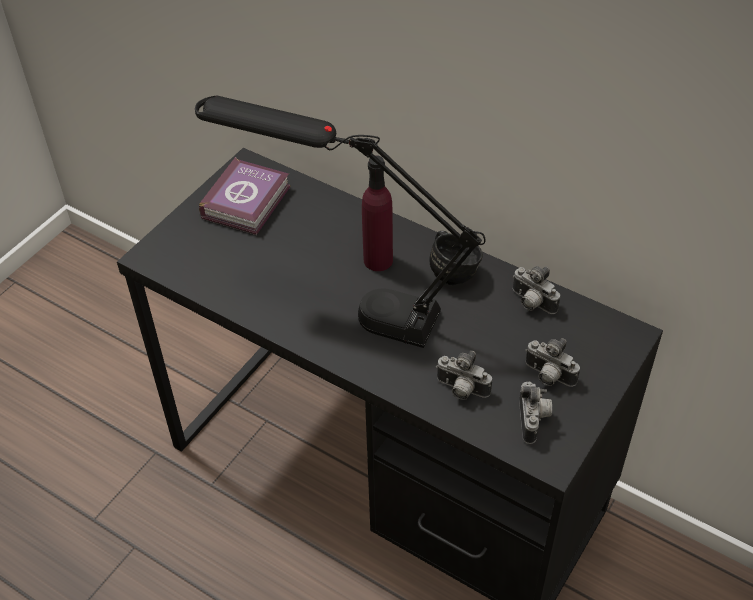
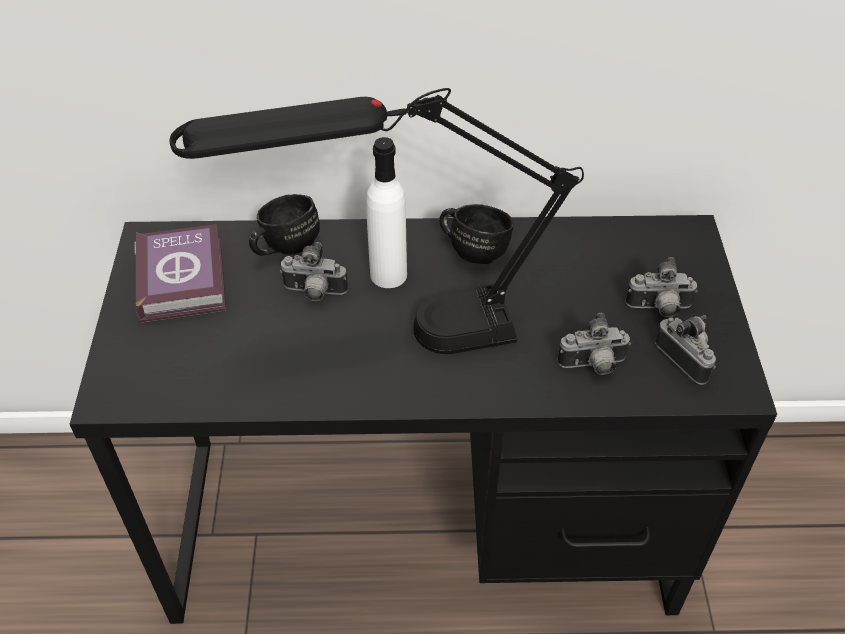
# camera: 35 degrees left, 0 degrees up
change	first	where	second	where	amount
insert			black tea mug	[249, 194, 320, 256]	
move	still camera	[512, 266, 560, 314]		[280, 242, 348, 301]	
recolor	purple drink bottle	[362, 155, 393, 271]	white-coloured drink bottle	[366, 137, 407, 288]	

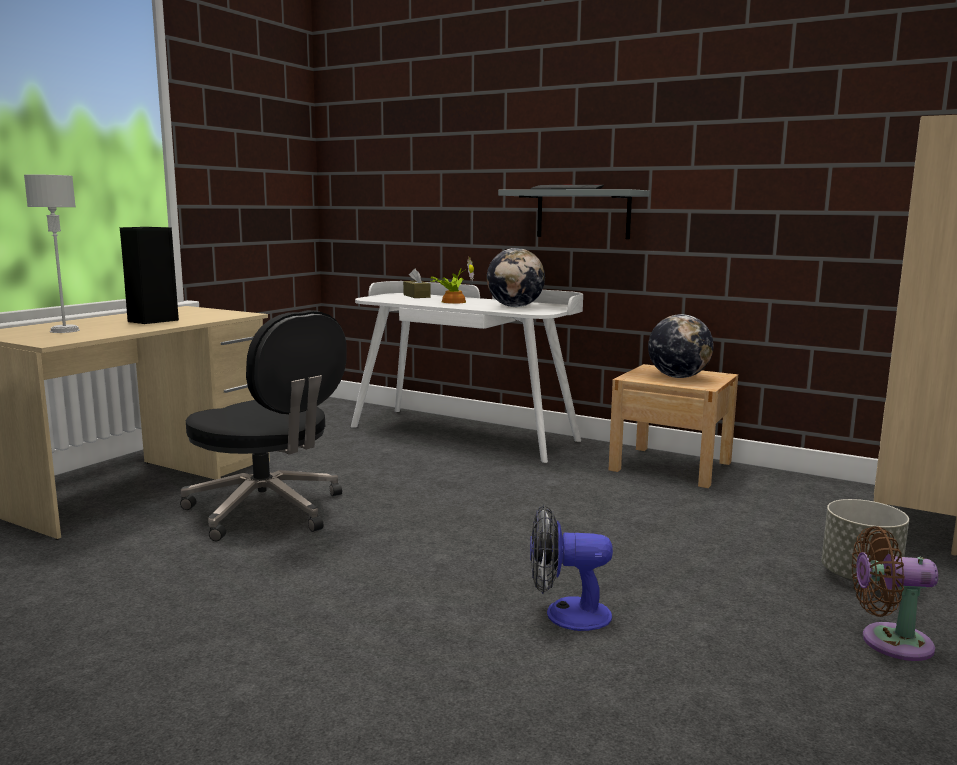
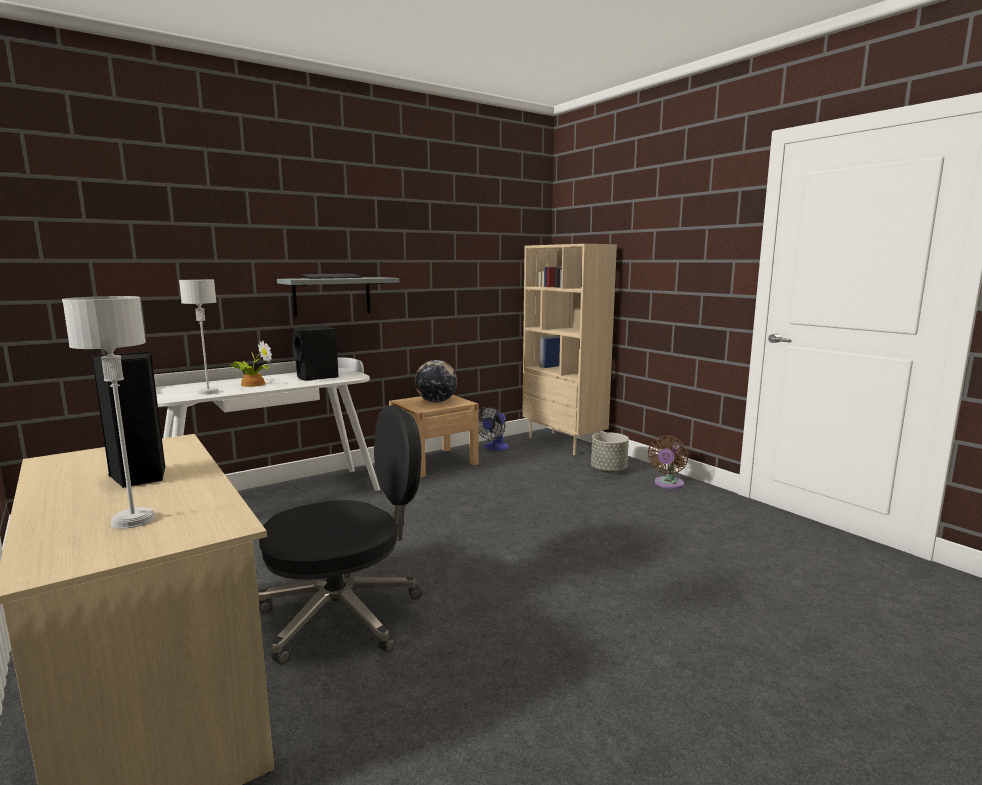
# camera: 65 degrees left, 0 degrees up
change	first	where	second	where	amount
delete	brown box of tissues	[403, 269, 431, 298]			
insert			greyish lamp for a table	[179, 279, 219, 395]	
move	fan	[530, 505, 613, 631]		[478, 407, 509, 451]	
replace	world globe	[487, 248, 545, 307]	black loudspeaker	[292, 326, 339, 381]	

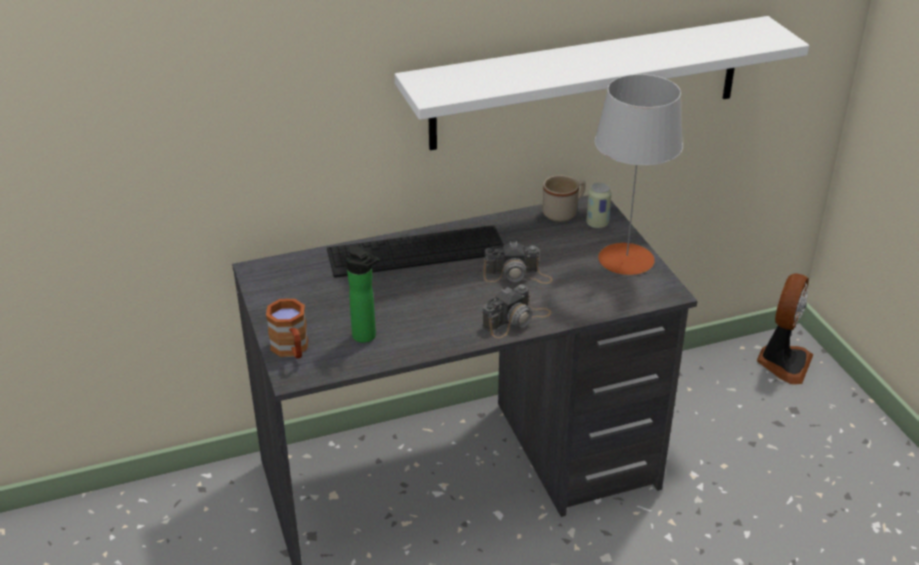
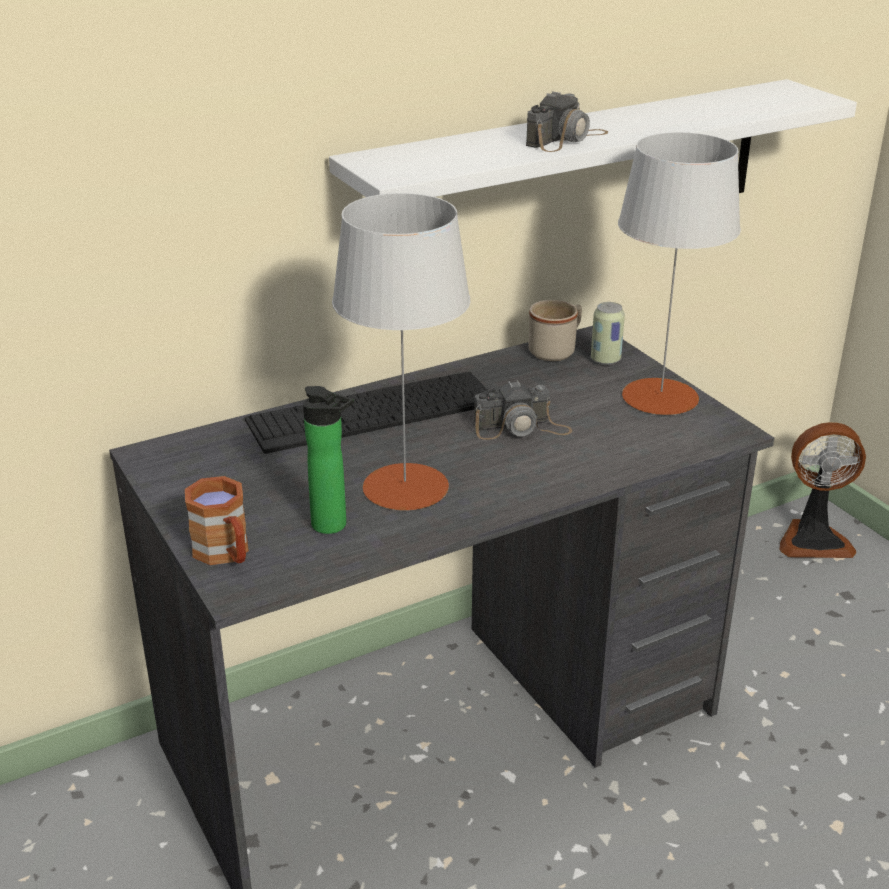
# camera: 10 degrees left, 5 degrees down
change	first	where	second	where	amount
insert			greyish lamp for a table	[332, 193, 470, 510]	
move	still camera	[482, 284, 551, 338]		[526, 91, 608, 152]	
rotate	fan	[757, 273, 813, 385]		[779, 422, 866, 558]	75 degrees clockwise

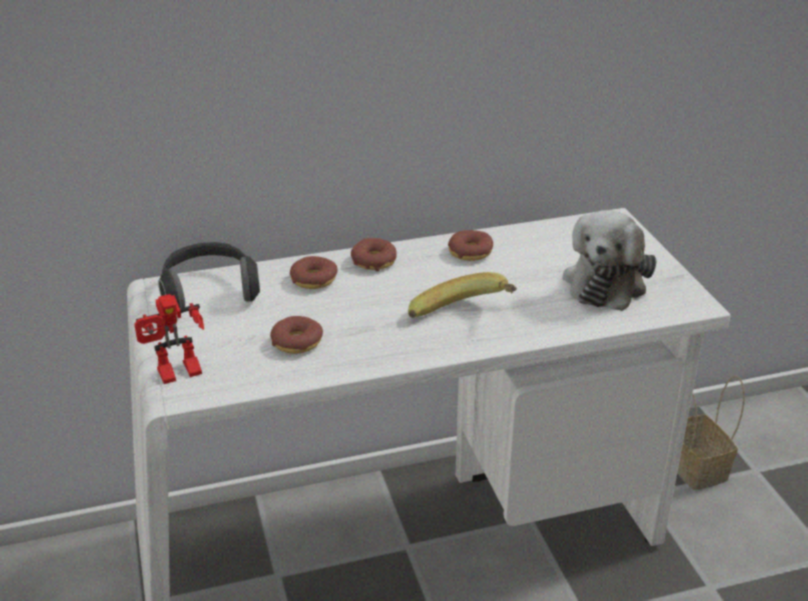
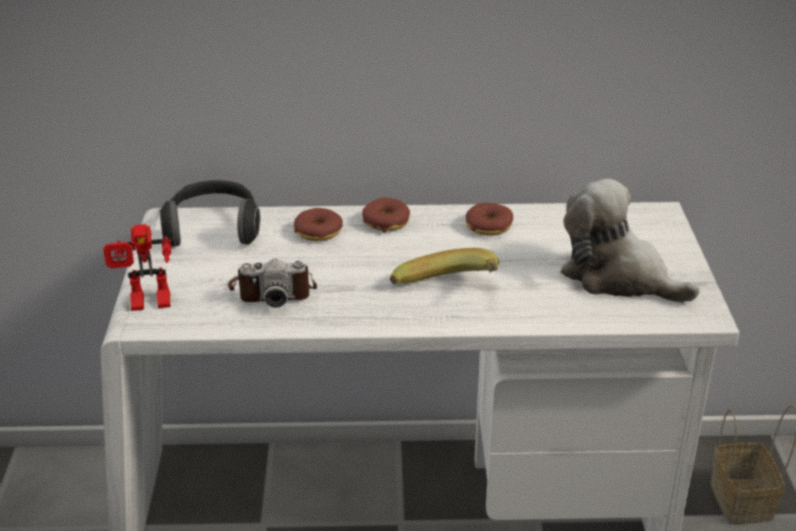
# camera: 15 degrees right, 0 degrees up
change	first	where	second	where	amount
replace	donut	[270, 316, 323, 354]	still camera	[228, 259, 317, 308]	
rotate	soft toy	[563, 210, 657, 311]		[560, 179, 700, 302]	90 degrees clockwise

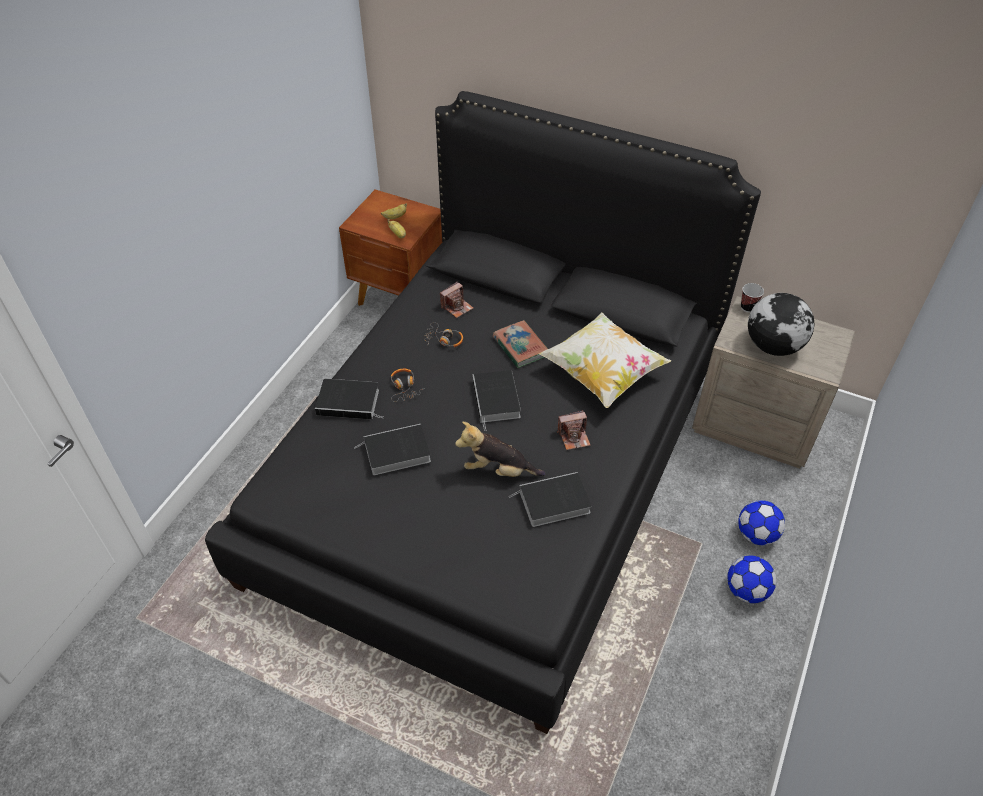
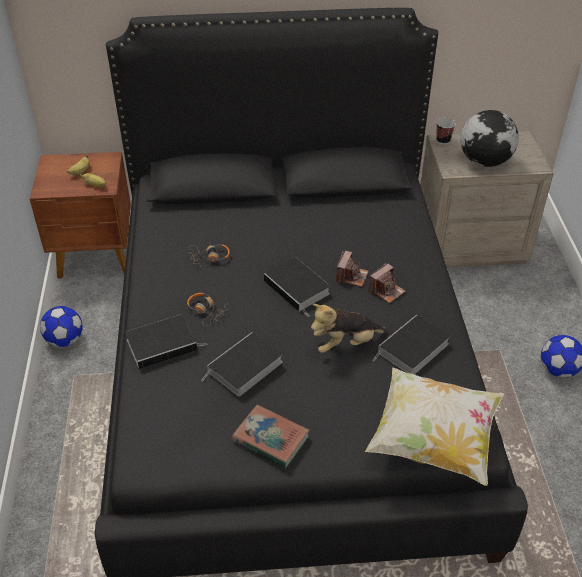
# camera: 30 degrees left, 5 degrees down
change	first	where	second	where	amount
move	still camera	[440, 282, 473, 318]		[336, 251, 369, 287]	
move	bound book	[493, 320, 548, 368]		[232, 404, 310, 468]	
move	cushion	[539, 313, 671, 408]		[365, 367, 504, 486]	
move	football	[738, 500, 785, 545]		[40, 306, 83, 347]	

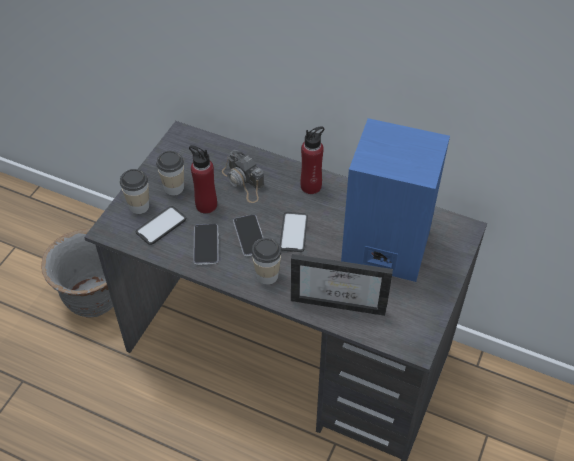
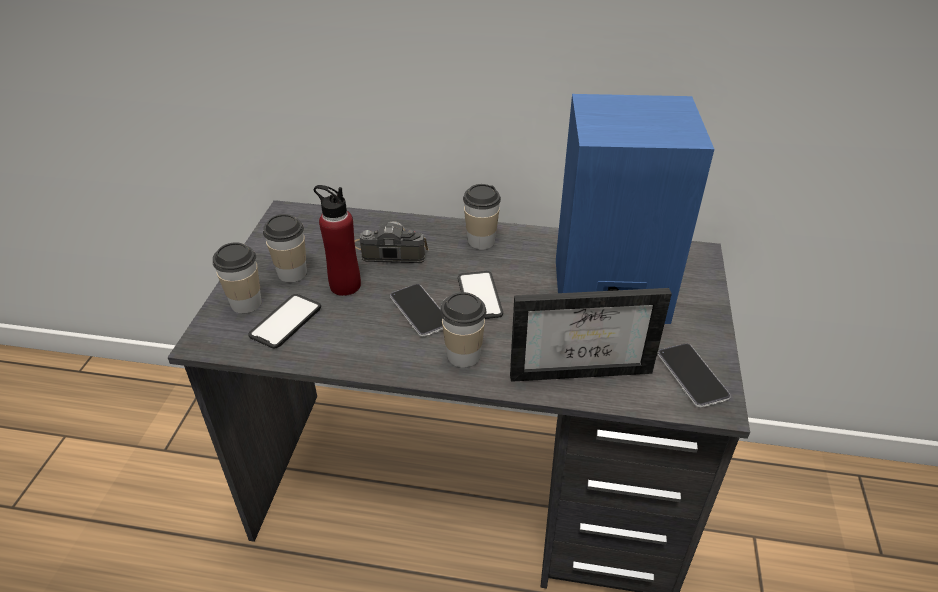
# camera: 15 degrees left, 10 degrees down
change	first	where	second	where	amount
delete	greyish flower pot	[41, 229, 113, 318]			
move	phone	[193, 224, 219, 265]		[657, 343, 731, 408]	
replace	red-coloured drink bottle	[300, 126, 325, 194]	small cup	[463, 184, 501, 249]	
rotate	still camera	[222, 150, 264, 203]		[354, 221, 428, 263]	150 degrees clockwise

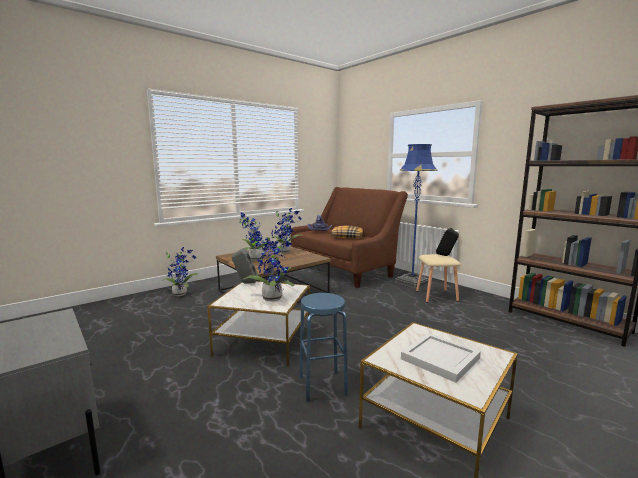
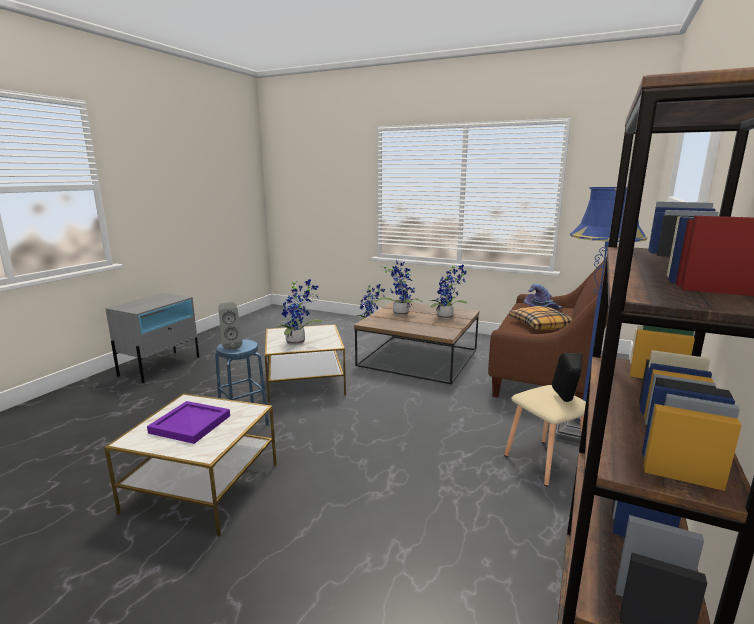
# camera: 65 degrees right, 5 degrees up
change	first	where	second	where	amount
move	greyish loudspeaker	[231, 248, 258, 284]		[218, 302, 243, 350]	
recolor	white-coloured serving tray	[401, 333, 481, 383]	purple serving tray	[147, 401, 230, 444]	

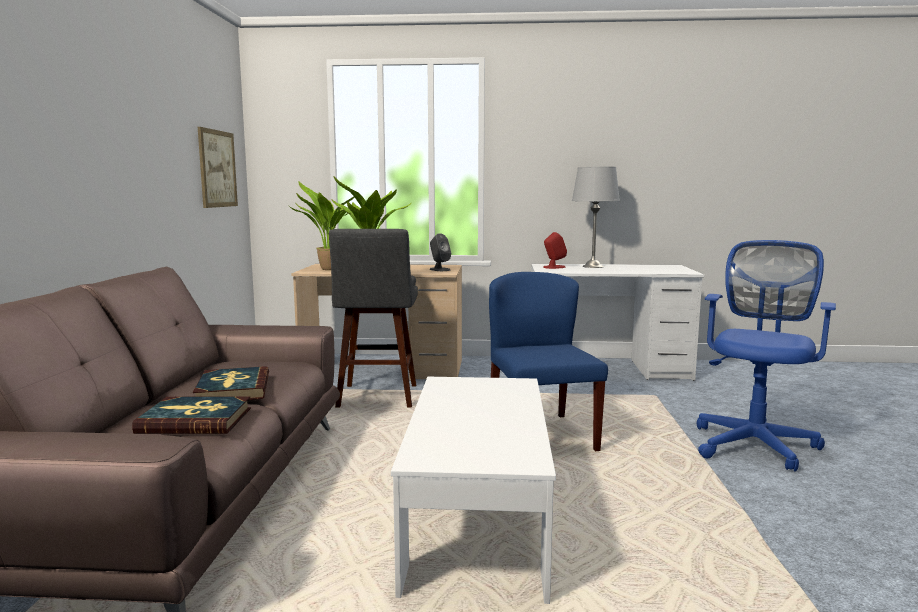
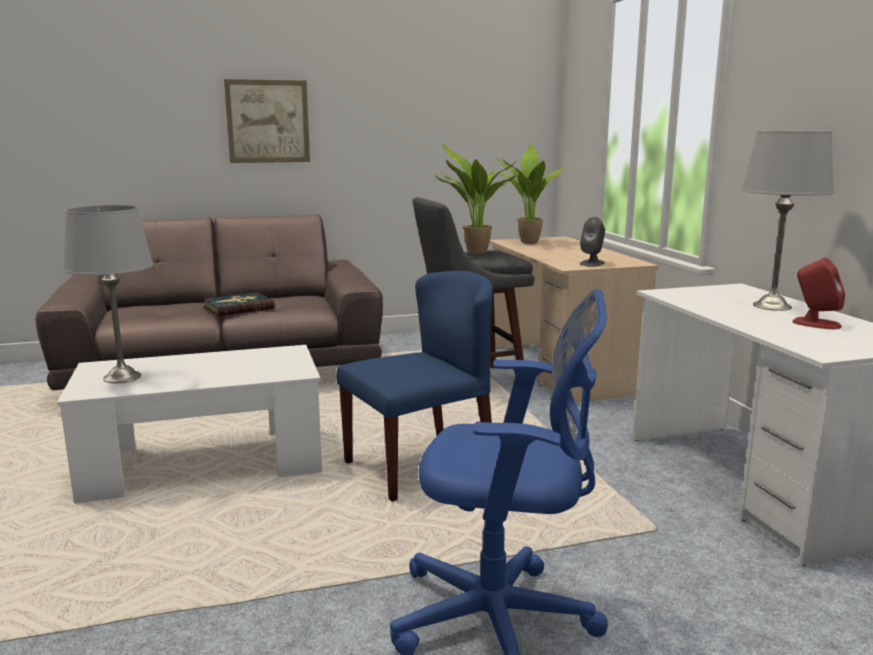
# camera: 70 degrees right, 5 degrees up
change	first	where	second	where	amount
delete	bound book	[132, 396, 251, 434]			
insert			greyish lamp for a table	[63, 205, 154, 383]	
move	wall picture	[198, 127, 238, 208]		[224, 79, 310, 163]	
move	red-coloured loudspeaker	[543, 232, 567, 269]		[792, 258, 845, 329]	

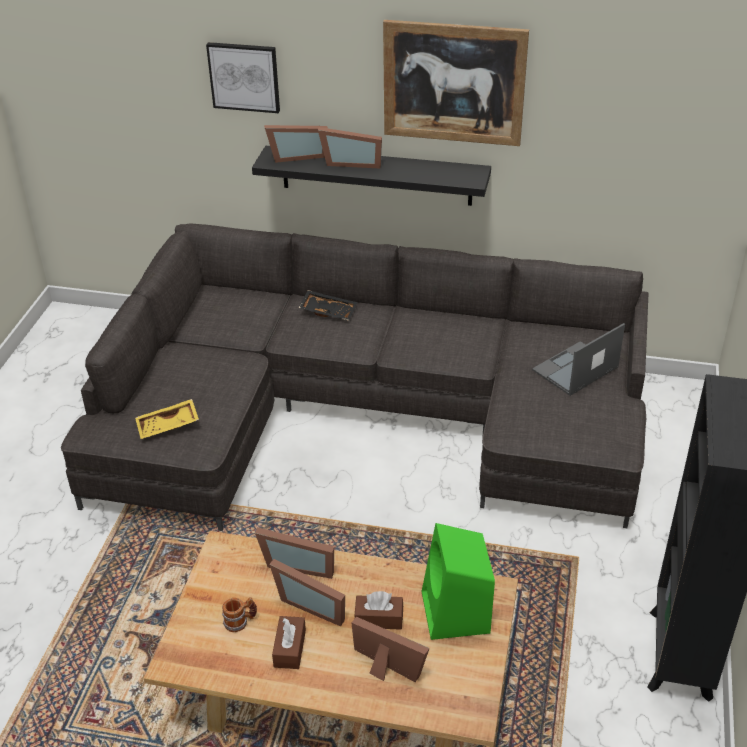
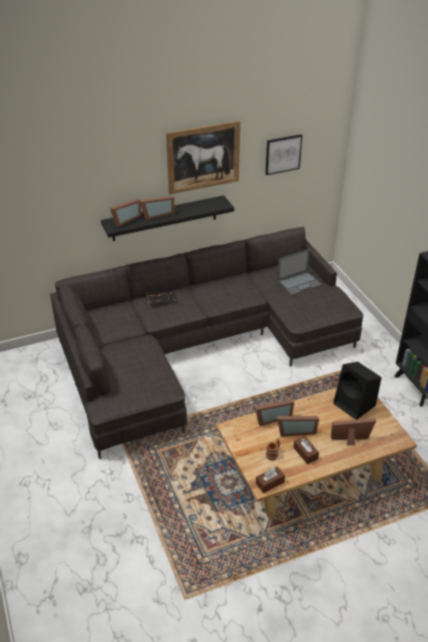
# camera: 35 degrees left, 0 degrees up
change	first	where	second	where	amount
delete	yellowish serving tray	[135, 399, 199, 439]			
move	wall picture	[206, 42, 280, 113]		[265, 134, 302, 175]	
move	brown box of tissues	[355, 591, 403, 630]		[256, 467, 285, 493]	
recolor	green loudspeaker	[422, 523, 495, 640]	black loudspeaker	[333, 362, 381, 420]	
rotate	laptop	[532, 323, 625, 396]		[277, 249, 322, 296]	135 degrees counterclockwise

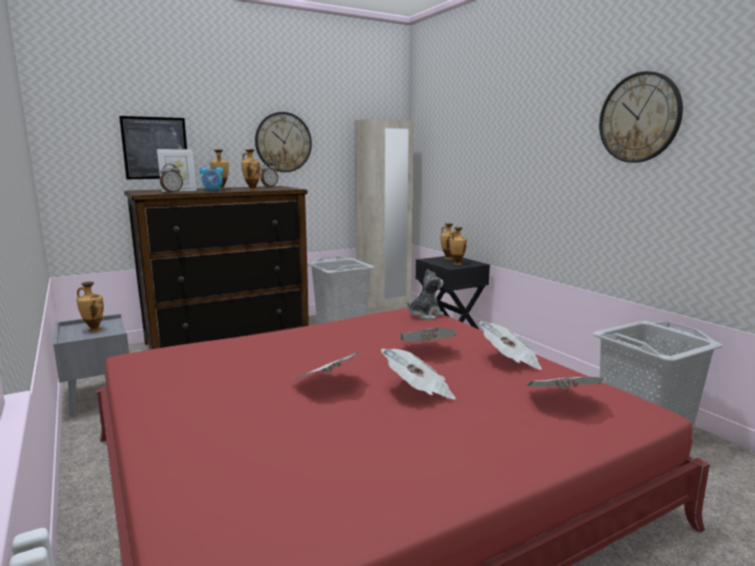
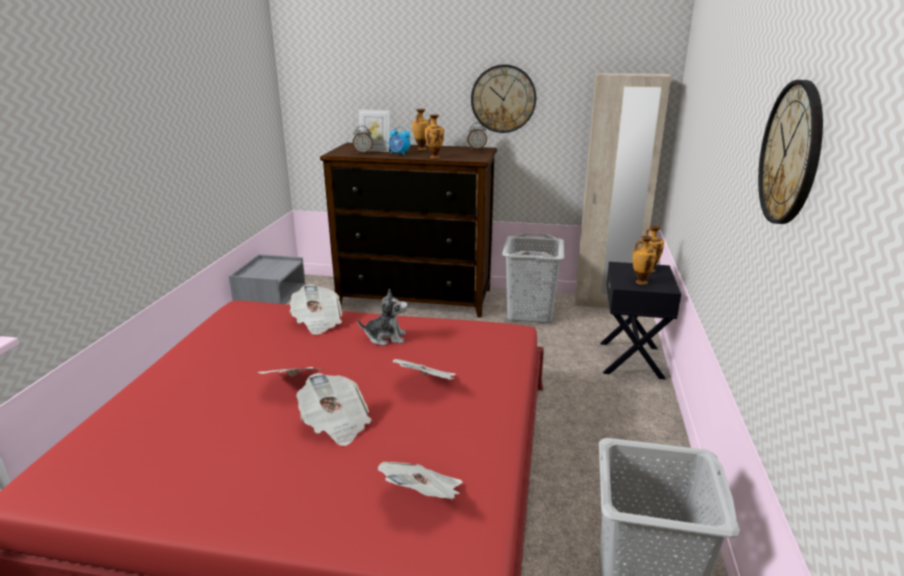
# camera: 40 degrees right, 10 degrees up
change	first	where	second	where	amount
delete	decorative vase	[77, 281, 104, 332]			
delete	wall picture	[119, 116, 187, 179]			
move	soft toy	[407, 269, 444, 320]		[358, 289, 408, 346]	
move	printed paper	[479, 322, 542, 370]		[290, 284, 342, 335]	

